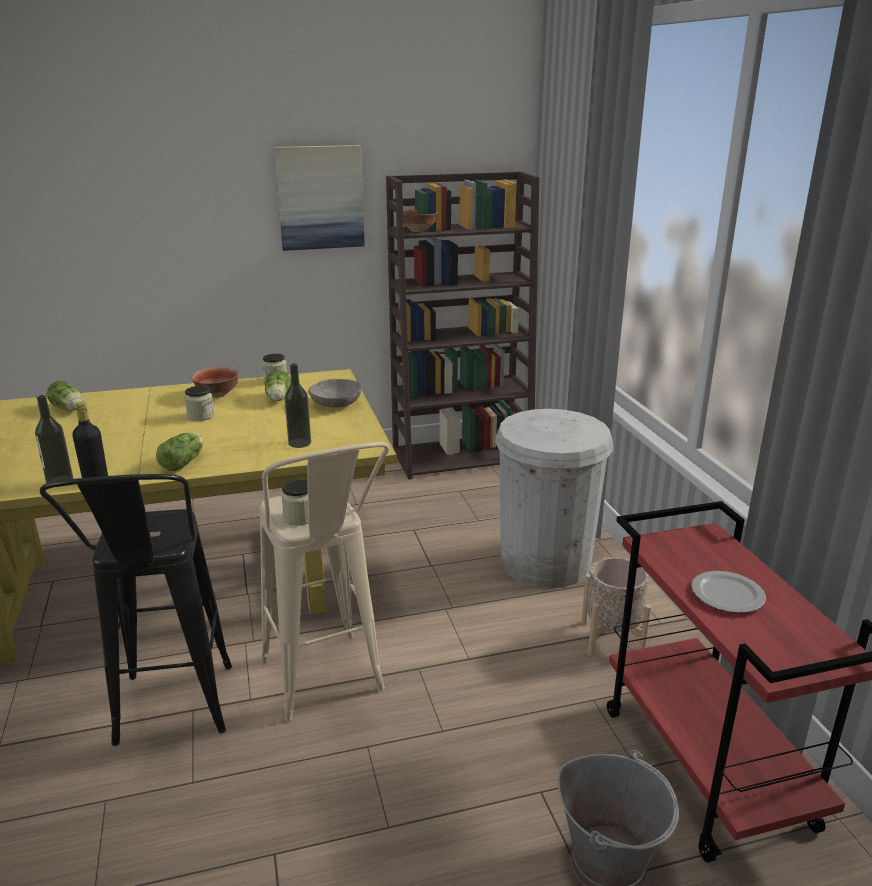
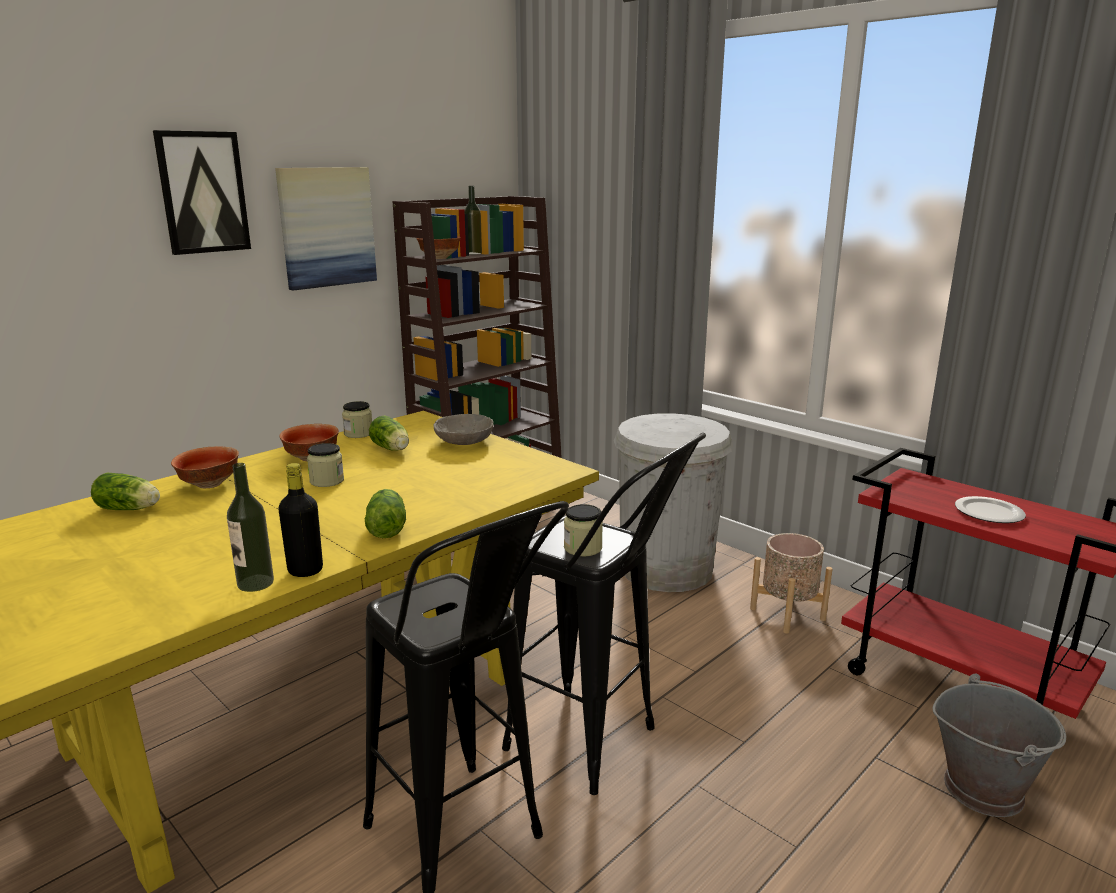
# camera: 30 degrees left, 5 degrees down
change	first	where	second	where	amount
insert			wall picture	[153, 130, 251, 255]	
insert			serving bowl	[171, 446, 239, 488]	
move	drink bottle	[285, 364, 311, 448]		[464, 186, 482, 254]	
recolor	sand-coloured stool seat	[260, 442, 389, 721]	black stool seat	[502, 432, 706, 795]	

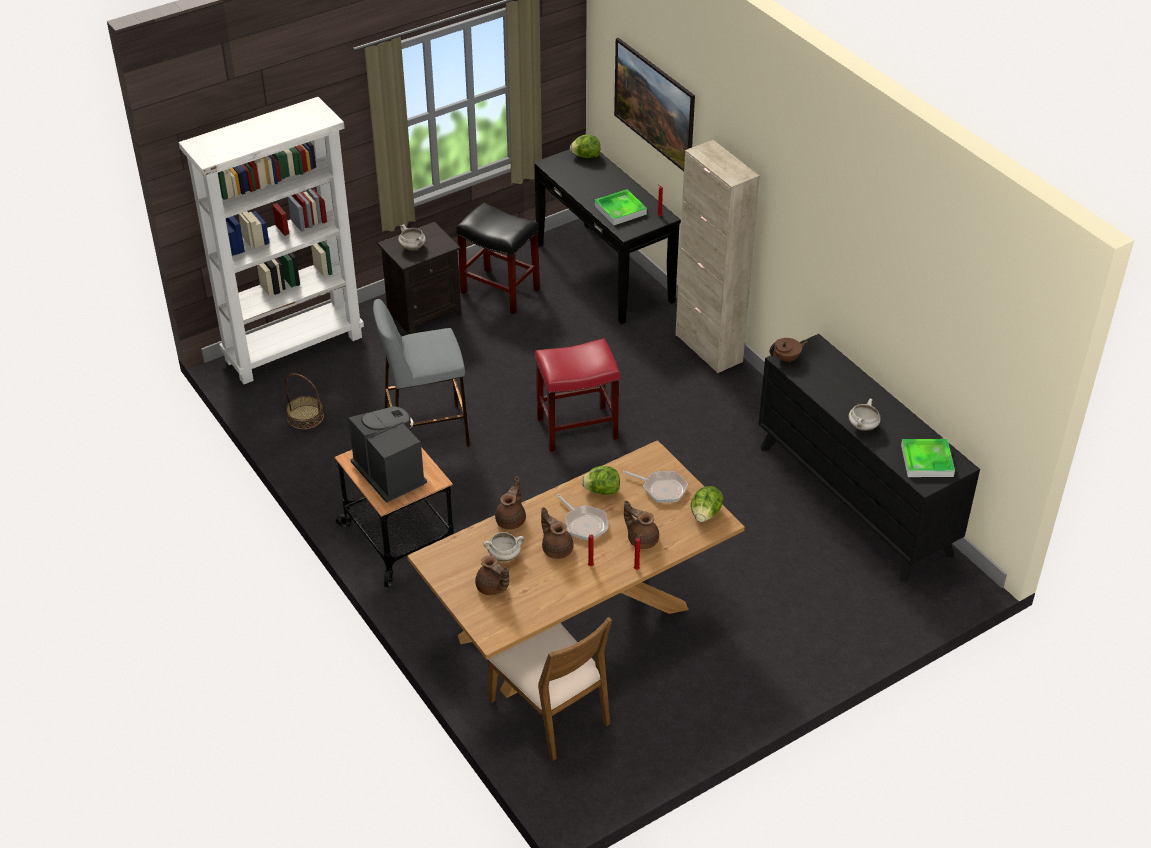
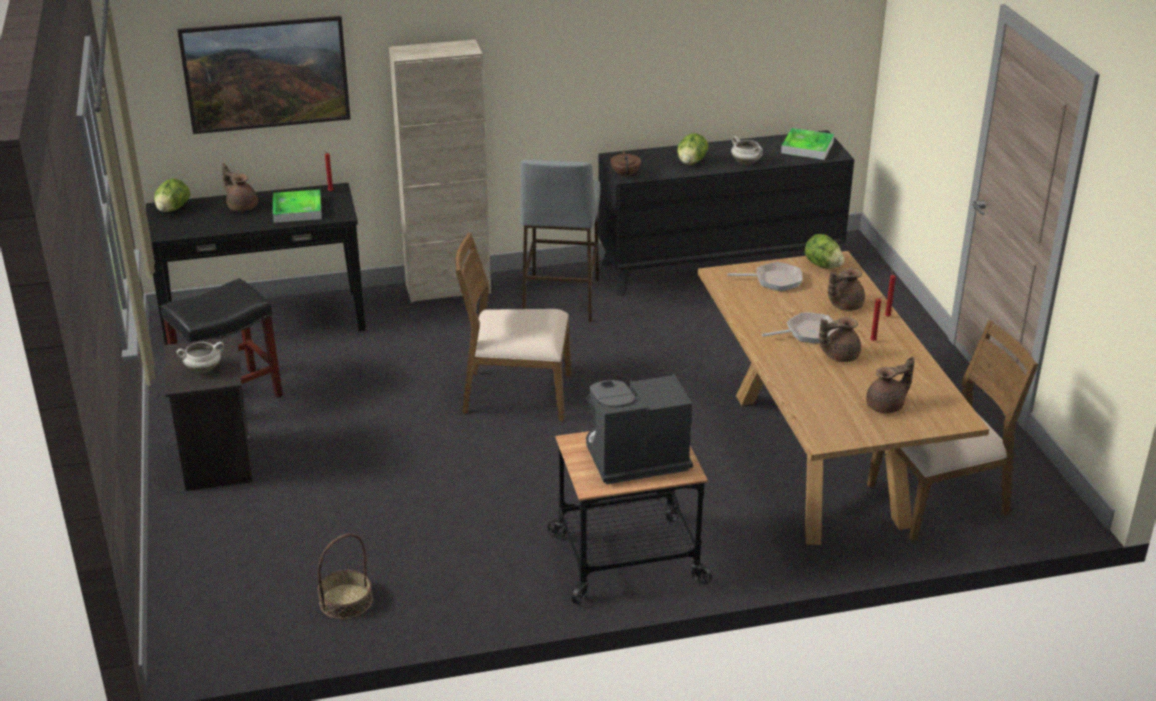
# camera: 70 degrees left, 10 degrees down
change	first	where	second	where	amount
delete	white-coloured shelving unit	[178, 97, 364, 384]			
delete	white-coloured saucepot	[484, 532, 524, 562]			
move	greyish stool seat	[373, 299, 470, 447]		[520, 160, 600, 322]	
move	brown tea pot	[495, 476, 526, 530]		[221, 163, 258, 212]	
move	head of lettuce	[582, 466, 620, 495]		[677, 133, 709, 165]	
replace	red-coloured stool seat	[535, 339, 620, 452]	brown plain chair	[455, 233, 572, 421]	
rotate	skillet	[623, 470, 688, 503]		[727, 262, 803, 291]	45 degrees clockwise

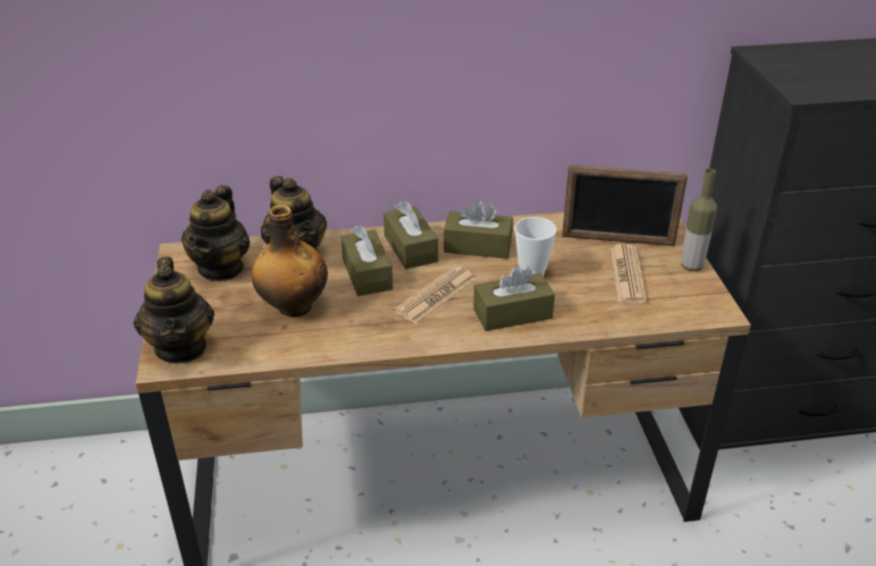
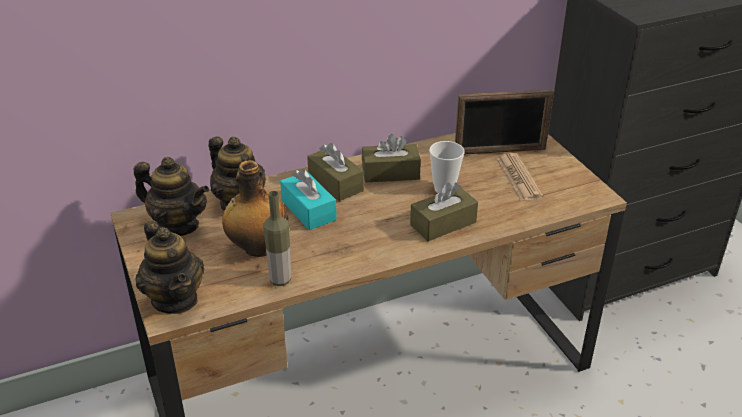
# camera: 15 degrees left, 0 degrees up
change	first	where	second	where	amount
delete	printed paper	[394, 266, 476, 324]			
move	drink bottle	[681, 169, 717, 271]		[263, 191, 291, 286]	
recolor	brown box of tissues	[341, 225, 393, 296]	turquoise-coloured box of tissues	[280, 169, 337, 230]	
rotate	tea pot	[181, 185, 250, 281]		[134, 157, 209, 236]	60 degrees counterclockwise

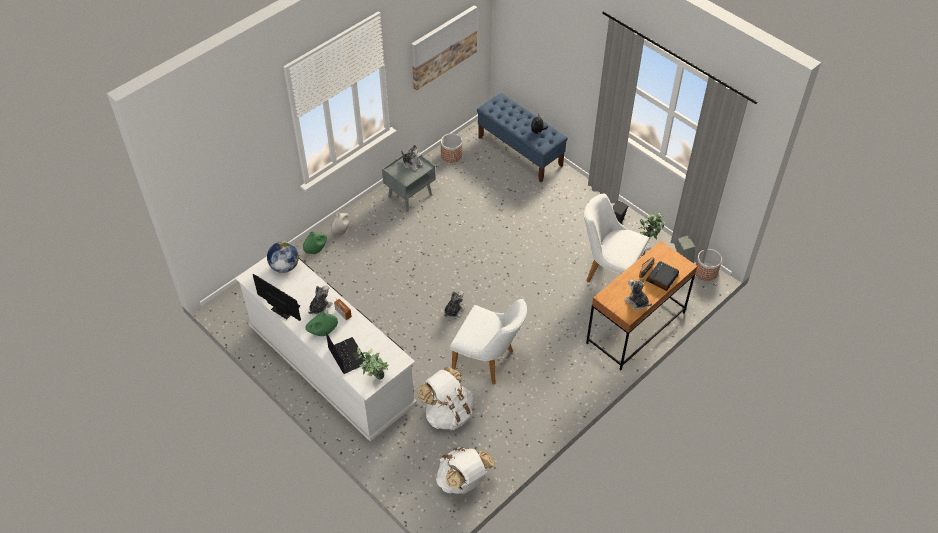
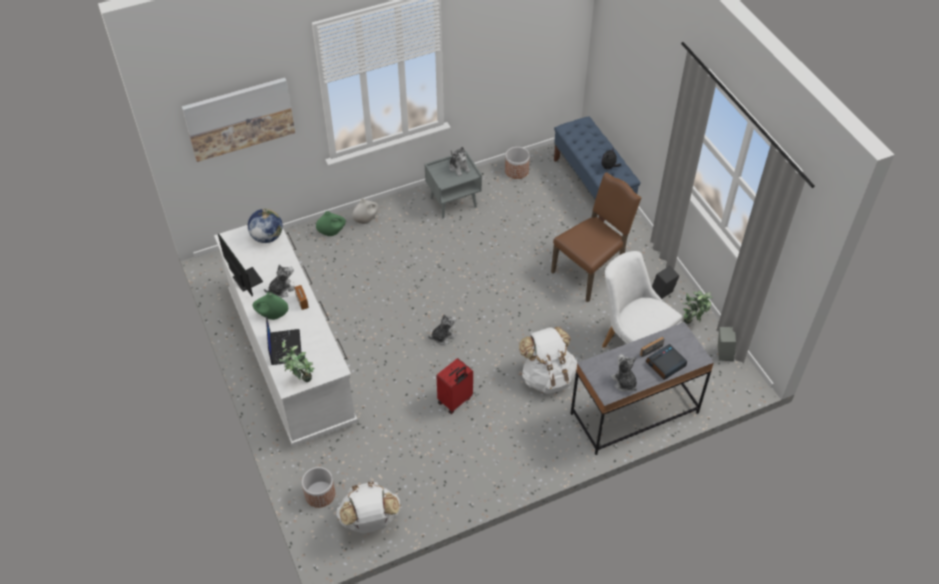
# camera: 20 degrees right, 0 degrees up
change	first	where	second	where	amount
insert			brown plain chair	[551, 172, 641, 302]	
move	wall picture	[411, 5, 477, 90]		[182, 77, 295, 162]	
move	white-coloured knapsack	[418, 367, 473, 430]		[519, 327, 577, 394]	
move	flower pot	[696, 249, 722, 281]		[302, 467, 335, 508]	
replace	white-coloured plain chair	[450, 299, 527, 384]	red-coloured suitcase	[436, 358, 473, 414]	
recolor	brown desk unit	[586, 241, 698, 370]	greyish desk unit	[570, 322, 714, 455]	

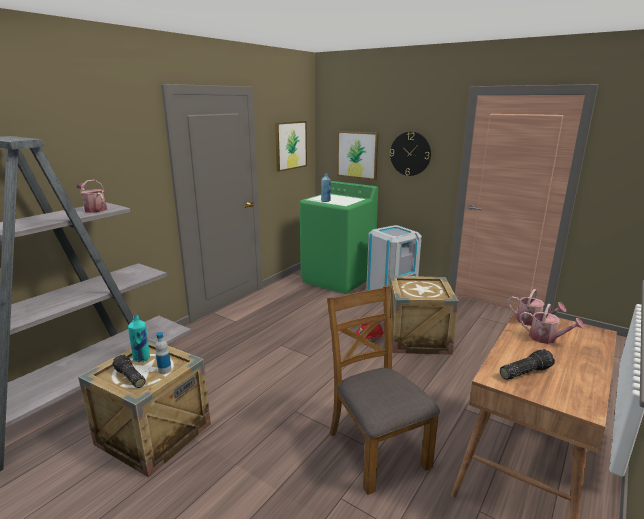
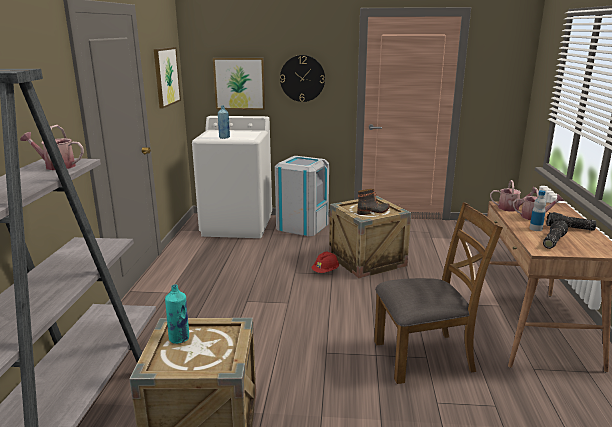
# camera: 30 degrees left, 0 degrees up
change	first	where	second	where	amount
insert			boot	[357, 189, 390, 215]	
move	hand torch	[113, 355, 146, 388]		[546, 212, 596, 231]	
move	drink bottle	[155, 332, 172, 374]		[530, 190, 546, 231]	
recolor	green washing machine	[300, 181, 378, 294]	white-coloured washing machine	[192, 116, 272, 238]	
rotate	brown plain chair	[327, 286, 440, 495]		[374, 202, 503, 384]	135 degrees clockwise

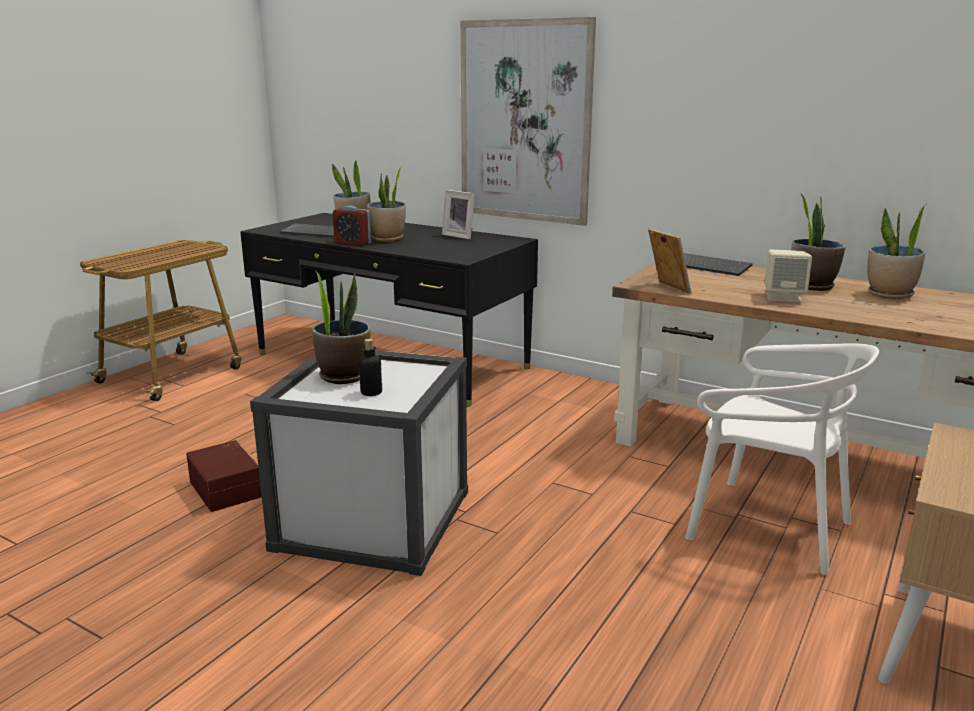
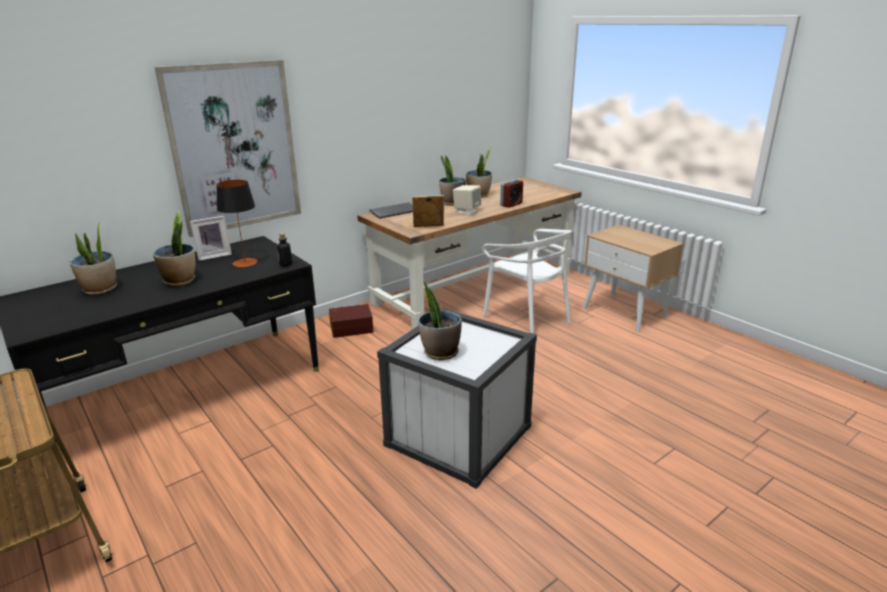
# camera: 70 degrees left, 5 degrees up
change	first	where	second	where	amount
delete	PC keyboard	[280, 223, 334, 238]			
insert			lamp for a table	[216, 180, 257, 267]	
move	brown storage bin	[186, 440, 262, 512]		[329, 304, 373, 338]	
move	table clock	[333, 206, 371, 246]		[500, 179, 523, 208]	
move	drink bottle	[359, 339, 382, 396]		[277, 233, 292, 267]	
rotate	white-coloured plain chair	[685, 344, 879, 575]		[482, 229, 572, 334]	90 degrees clockwise

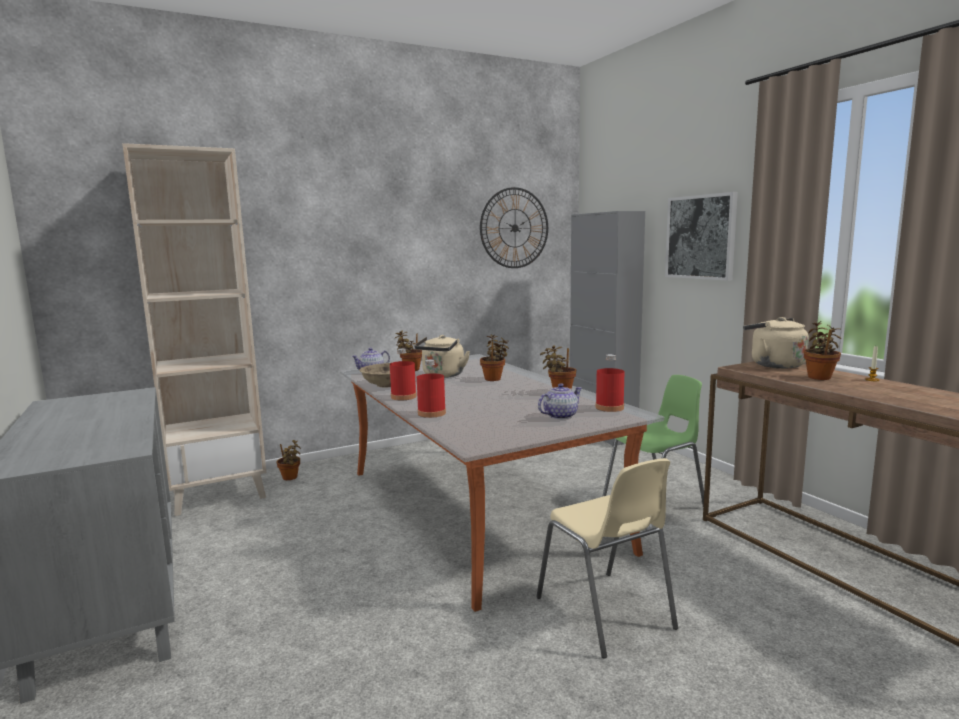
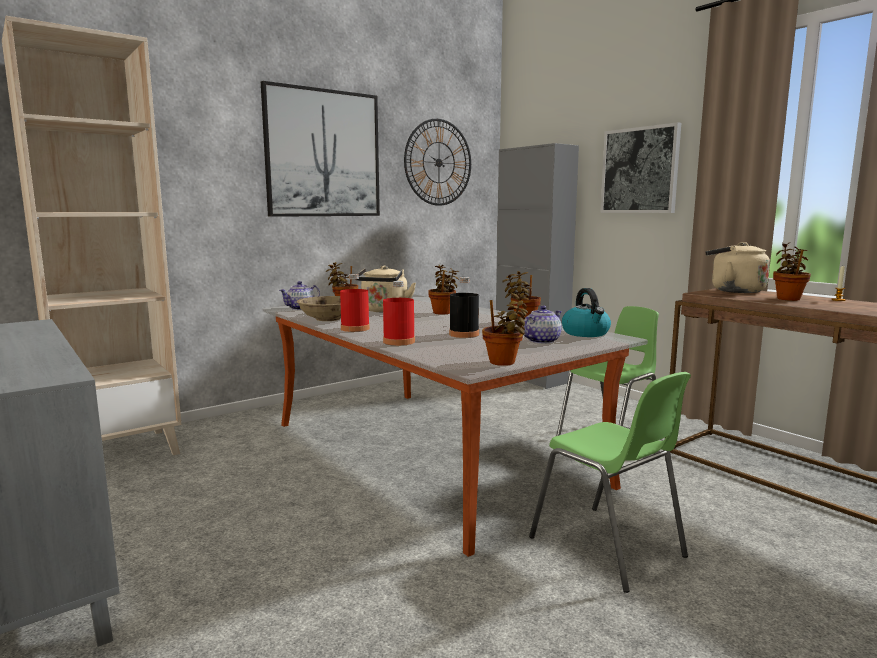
# camera: 10 degrees left, 0 degrees up
change	first	where	second	where	amount
insert			wall picture	[261, 81, 380, 217]	
insert			black drink bottle	[449, 277, 479, 338]	
move	houseplant	[277, 440, 301, 480]		[482, 293, 530, 366]	
replace	red-coloured drink bottle	[596, 354, 625, 412]	kettle	[562, 288, 611, 337]	
recolor	sand-coloured plain chair	[536, 458, 678, 659]	green plain chair	[529, 372, 691, 593]	

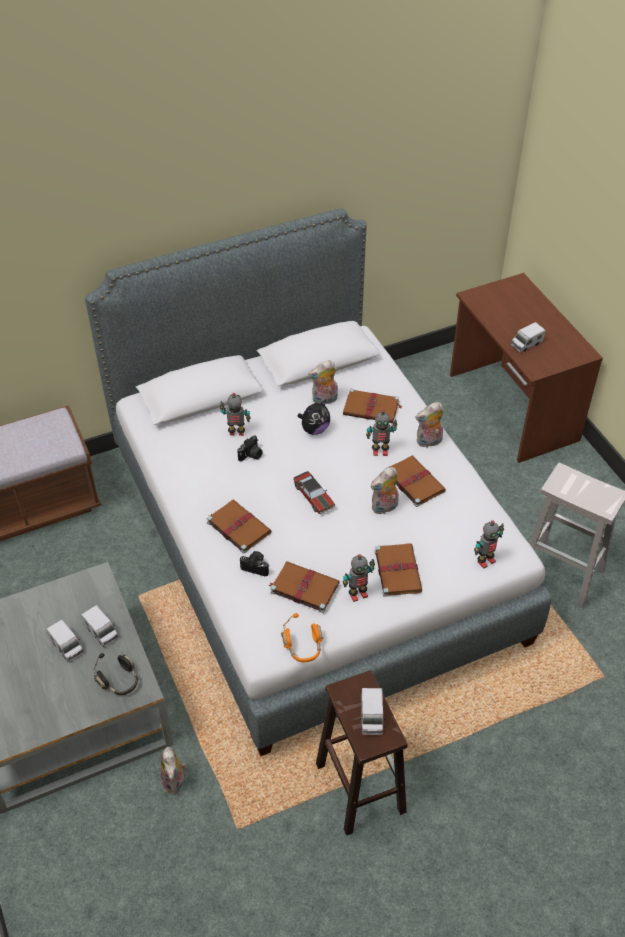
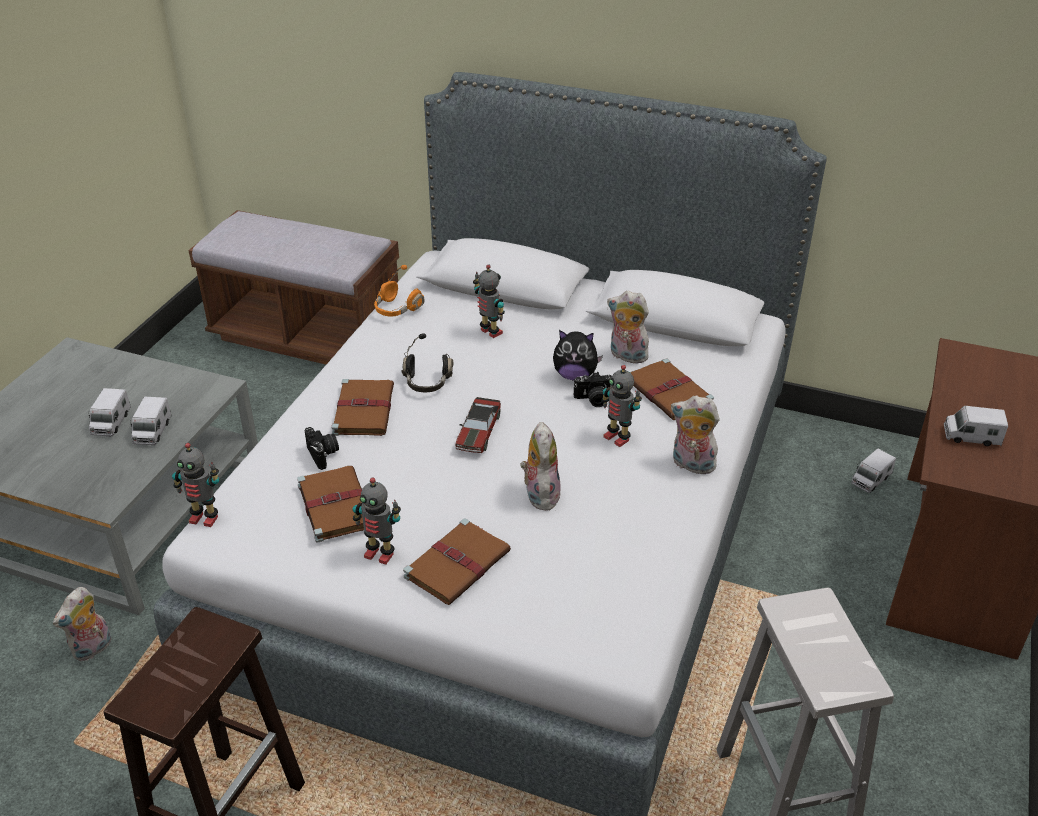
# camera: 45 degrees right, 10 degrees down
change	first	where	second	where	amount
delete	brown bound book	[386, 456, 446, 507]			
move	black pair of headphones	[93, 653, 138, 695]		[401, 333, 454, 393]	
move	still camera	[237, 436, 263, 462]		[574, 372, 612, 407]	
move	orange-coloured pair of headphones	[281, 613, 323, 663]		[374, 265, 424, 317]	
move	toy lorry	[360, 688, 385, 735]		[851, 449, 896, 493]	
move	robot figure	[474, 520, 504, 569]		[172, 443, 219, 527]	
rotate	soft toy	[371, 467, 399, 514]		[520, 422, 561, 511]	75 degrees clockwise

